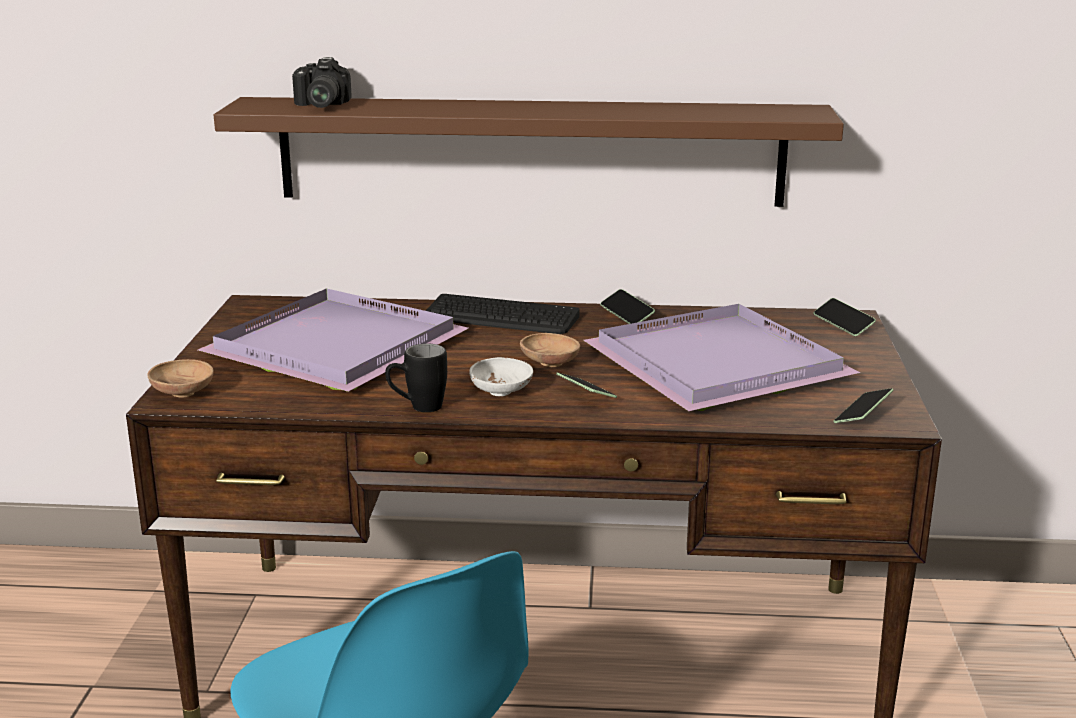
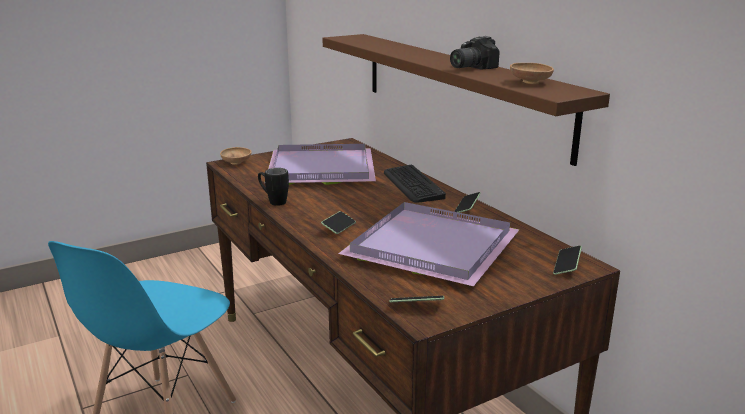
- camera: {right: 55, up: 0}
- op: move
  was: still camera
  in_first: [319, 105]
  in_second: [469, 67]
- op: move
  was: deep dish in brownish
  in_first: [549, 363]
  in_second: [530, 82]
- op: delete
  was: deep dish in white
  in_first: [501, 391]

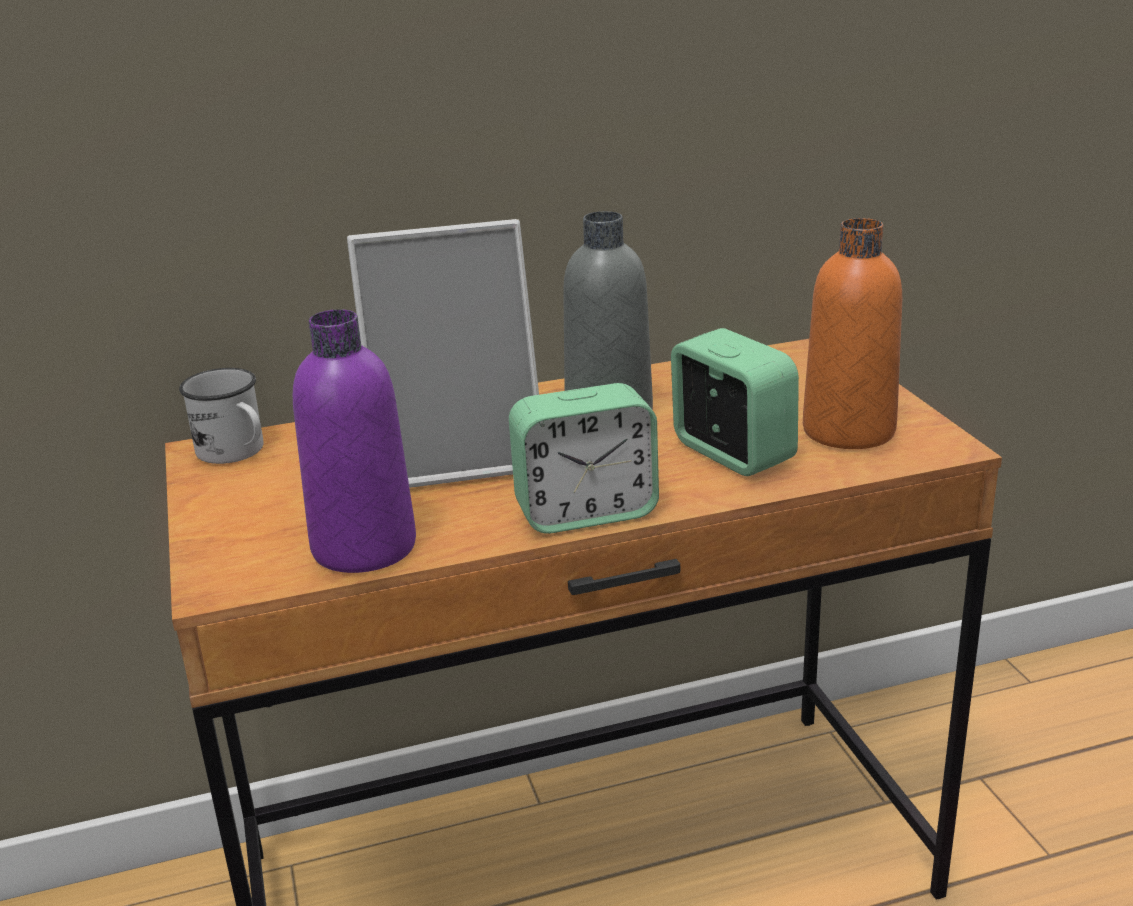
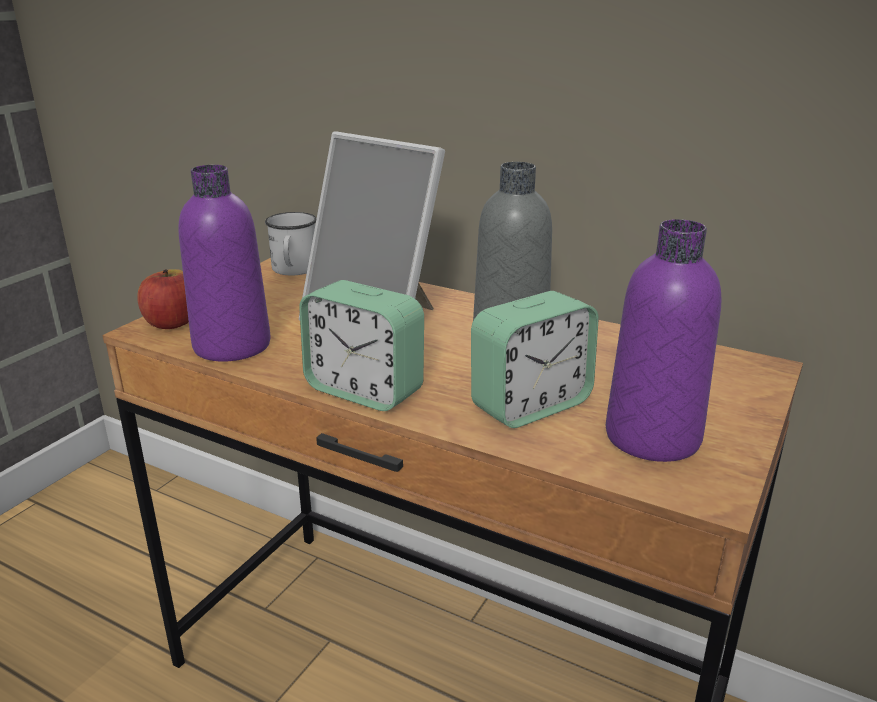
- camera: {right: 45, up: 0}
- op: recolor
  was: bottle in orange
  now: bottle in purple
  in_first: [848, 431]
  in_second: [652, 437]
- op: rotate
  was: bedside clock
  in_first: [732, 453]
  in_second: [531, 405]
  clockwise: 45
- op: insert
  now: whole apple
  in_second: [172, 323]

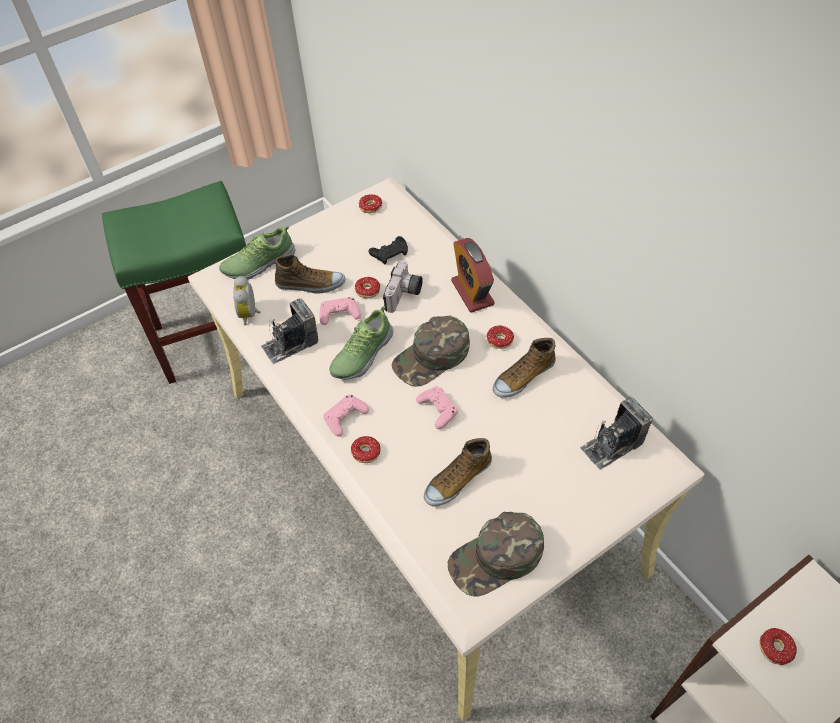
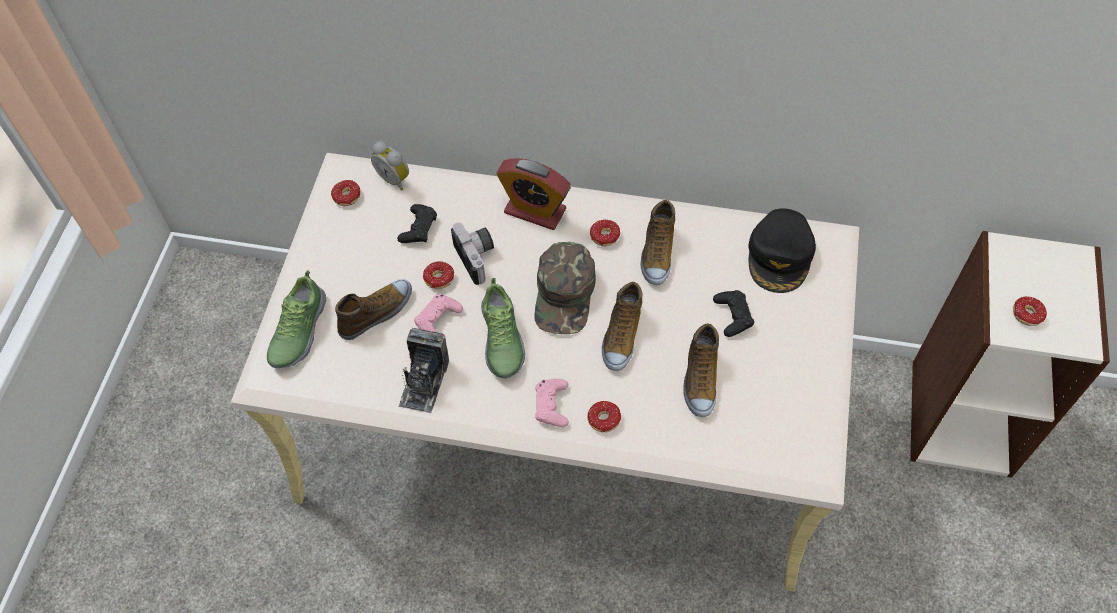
- camera: {right: -45, up: 5}
- op: delete
  was: sitting stool in greenish
  in_first: [214, 337]
- op: move
  was: bedside clock
  in_first: [250, 314]
  in_second: [395, 179]
- op: replace
  was: game controller in pinkish
  now: low shoe
  in_first: [438, 410]
  in_second: [621, 335]
- op: replace
  was: still camera
  now: baseball cap in blackish
  in_first: [612, 445]
  in_second: [780, 256]
- op: delete
  was: baseball cap in greenish
  in_first: [496, 558]
- op: insert
  now: game controller in blackish
  in_second: [733, 316]

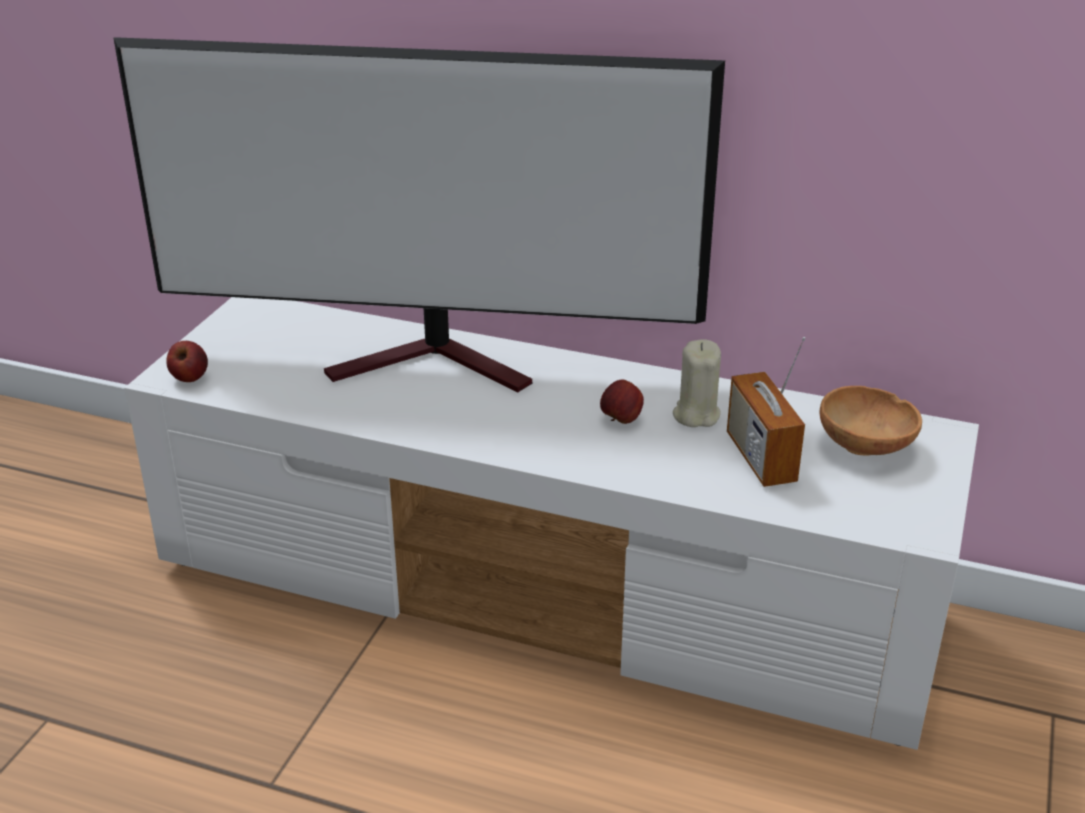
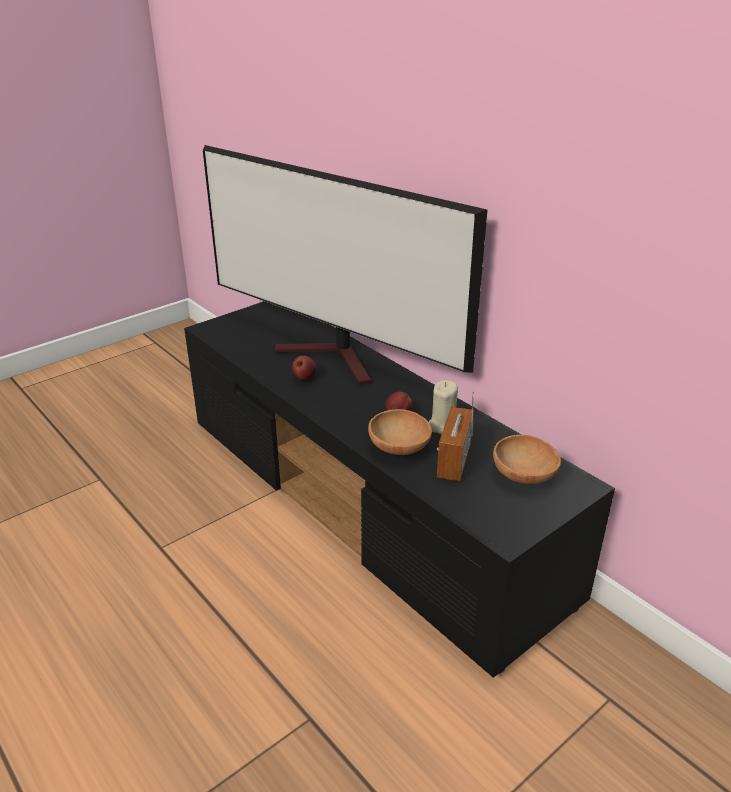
- camera: {right: 30, up: 0}
- op: recolor
  was: tv unit in white
  now: tv unit in blackish
  in_first: [548, 590]
  in_second: [368, 506]
- op: move
  was: whole apple
  in_first: [189, 378]
  in_second: [304, 378]
- op: insert
  now: deep dish in brownish
  in_second: [400, 449]

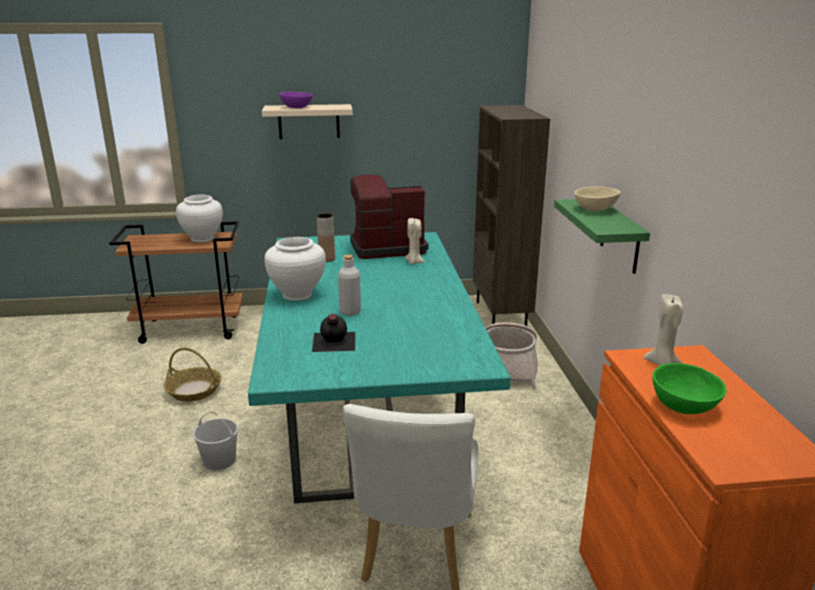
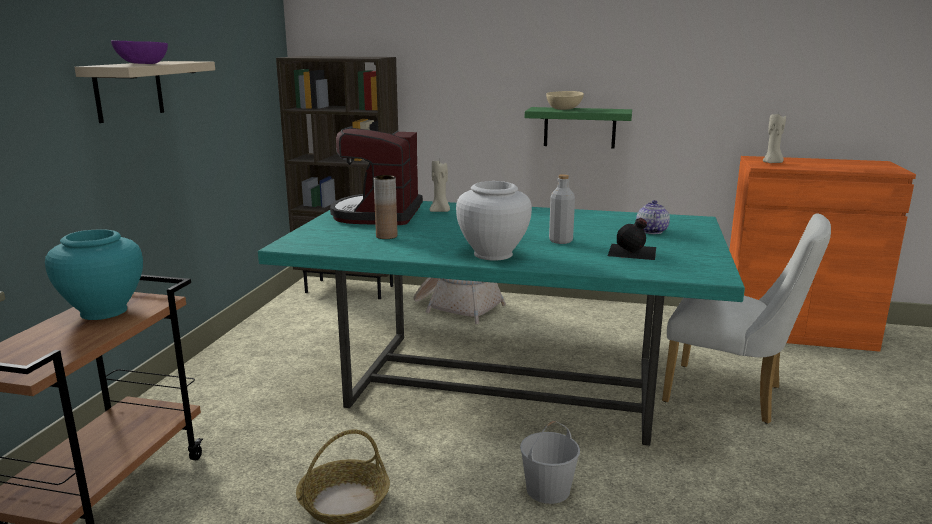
- camera: {right: -70, up: -5}
- op: recolor
  was: decorative vase in white
  now: decorative vase in turquoise-coloured
  in_first: [202, 239]
  in_second: [104, 311]
- op: delete
  was: deep dish in greenish
  in_first: [682, 405]
- op: insert
  now: tea pot
  in_second: [651, 231]

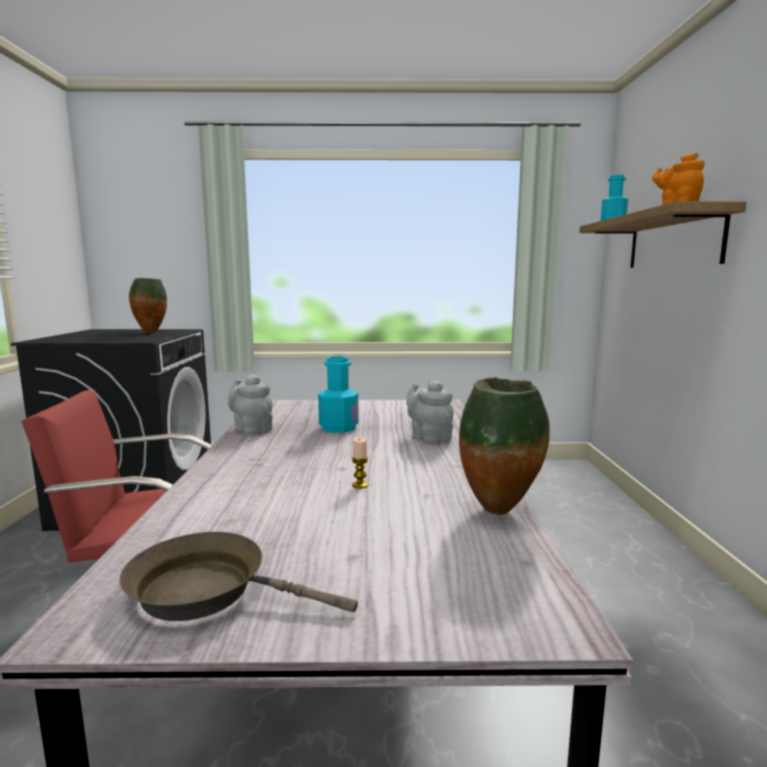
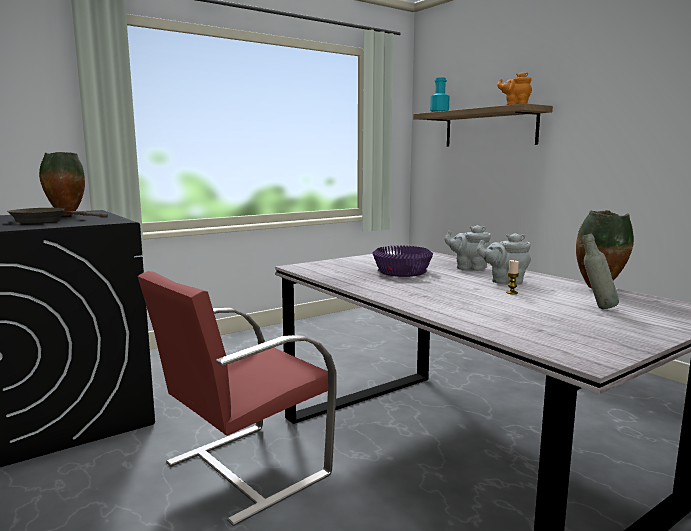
- camera: {right: -35, up: 0}
- op: replace
  was: bottle in turquoise-coloured
  now: deep dish in purple
  in_first: [338, 428]
  in_second: [401, 272]
- op: move
  was: tea pot in grey
  in_first: [251, 429]
  in_second: [504, 281]
- op: move
  was: skillet in brownish
  in_first: [209, 591]
  in_second: [44, 220]
- op: insert
  now: bottle in grey
  in_second: [597, 308]

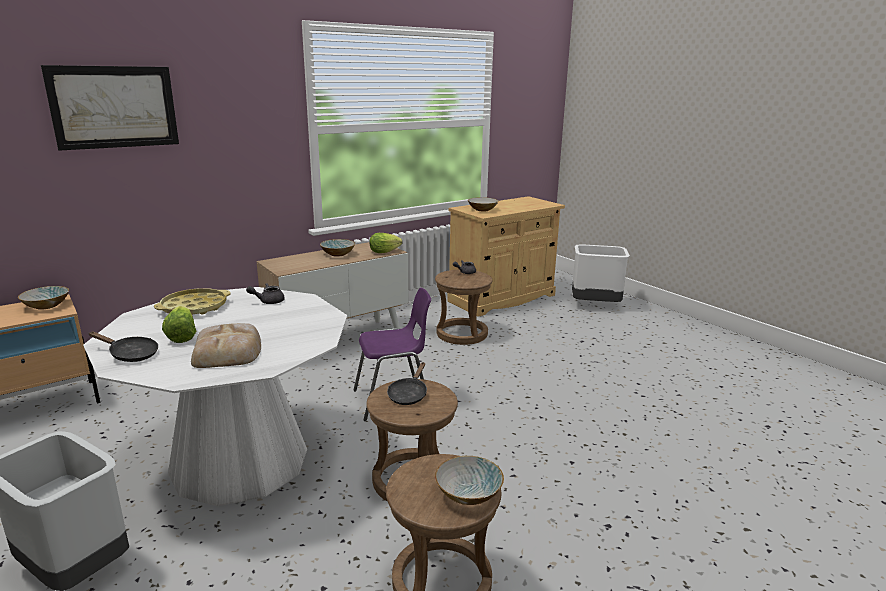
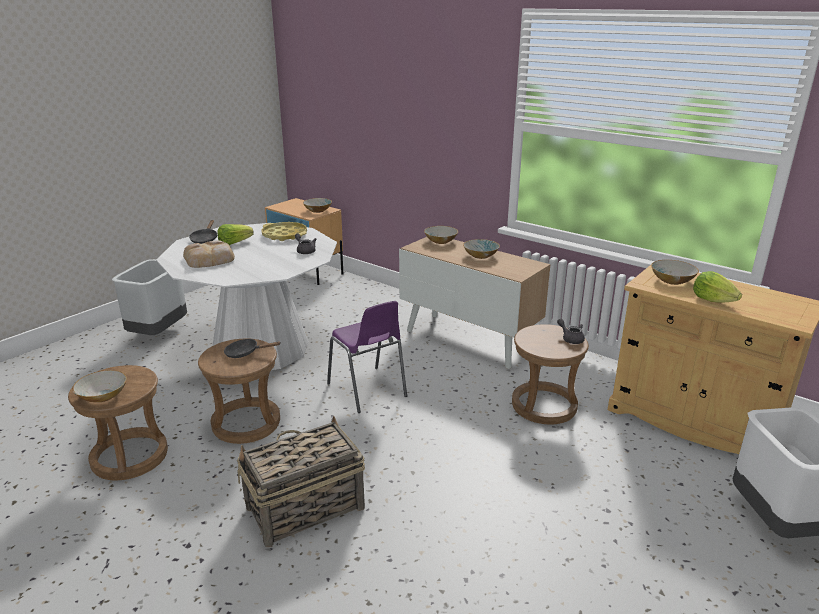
- camera: {right: 75, up: 5}
- op: delete
  was: wall picture
  in_first: [114, 107]
- op: move
  was: head of lettuce
  in_first: [384, 252]
  in_second: [712, 300]
- op: insert
  now: deep dish
  in_second: [440, 241]
- op: insert
  now: household basket
  in_second: [304, 508]

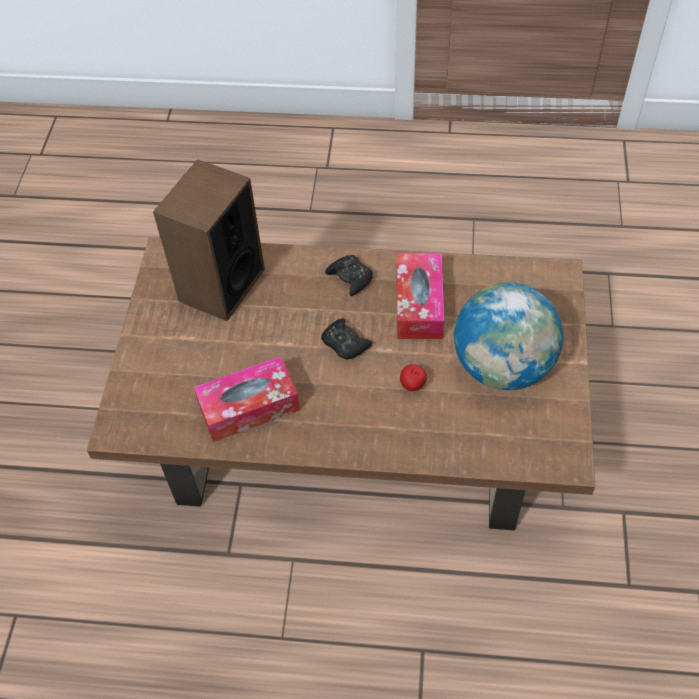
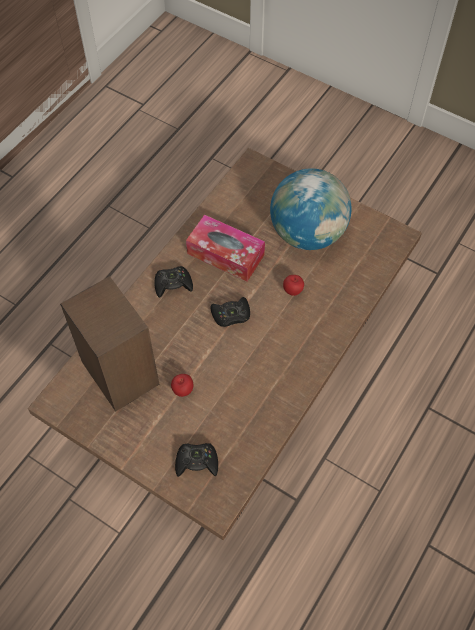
- camera: {right: -65, up: 5}
- op: delete
  was: tissue holder
  in_first: [249, 407]
- op: insert
  now: whole apple
  in_second: [183, 390]
- op: insert
  now: game controller in blackish
  in_second: [197, 462]

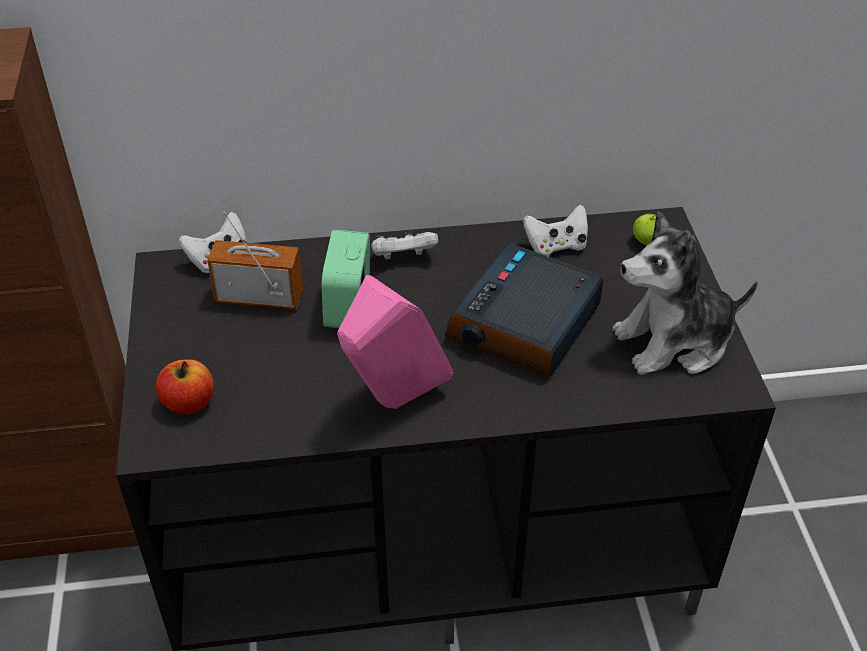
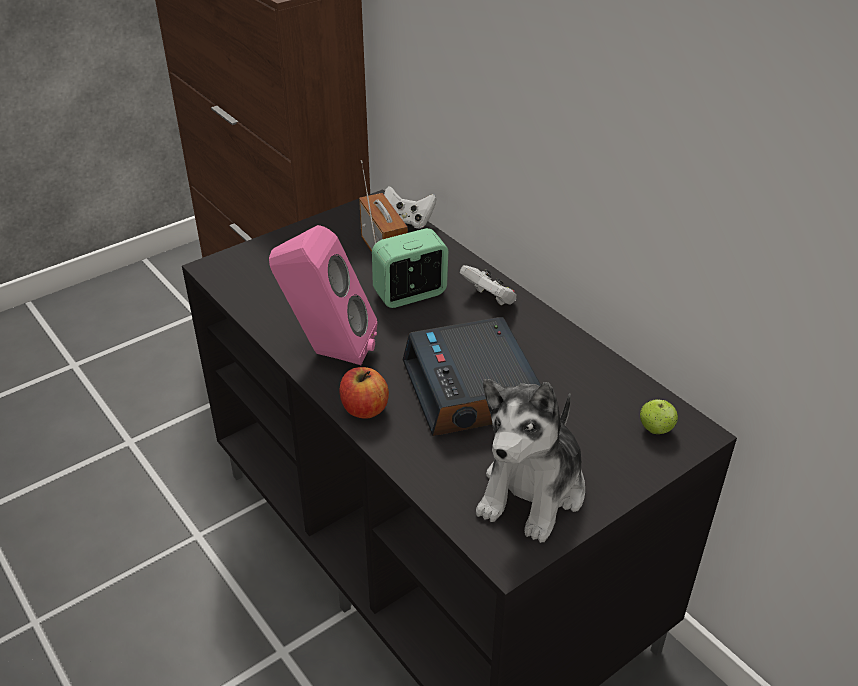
- camera: {right: 60, up: -5}
- op: delete
  was: game controller in white
  in_first: [556, 246]
- op: rotate
  was: soft toy
  in_first: [674, 342]
  in_second: [533, 491]
  clockwise: -105
- op: rotate
  was: bedside clock
  in_first: [524, 324]
  in_second: [472, 389]
  clockwise: -105
- op: move
  was: whole apple
  in_first: [189, 403]
  in_second: [364, 409]

